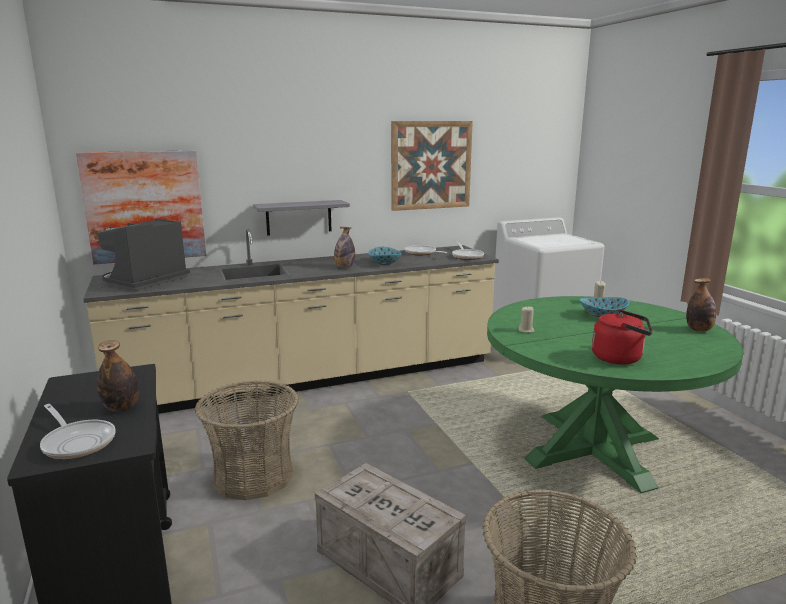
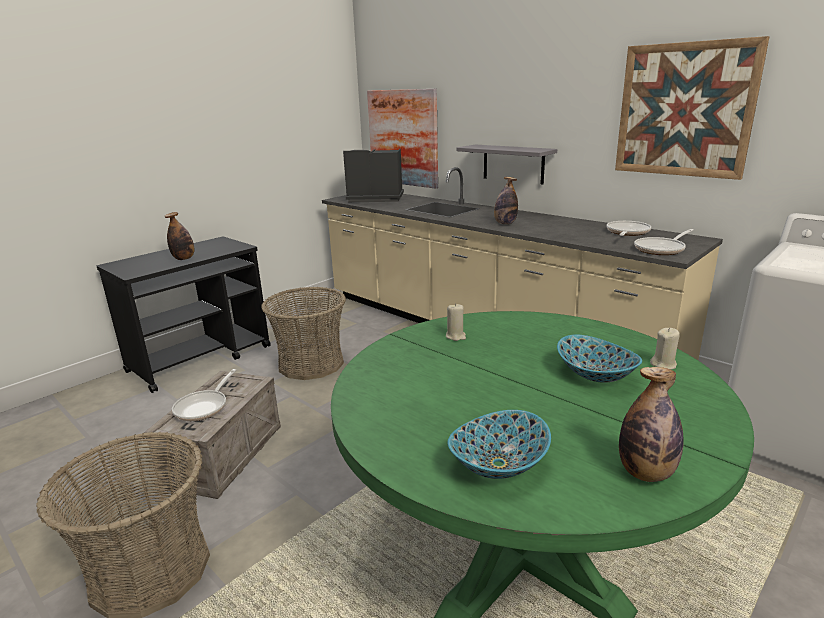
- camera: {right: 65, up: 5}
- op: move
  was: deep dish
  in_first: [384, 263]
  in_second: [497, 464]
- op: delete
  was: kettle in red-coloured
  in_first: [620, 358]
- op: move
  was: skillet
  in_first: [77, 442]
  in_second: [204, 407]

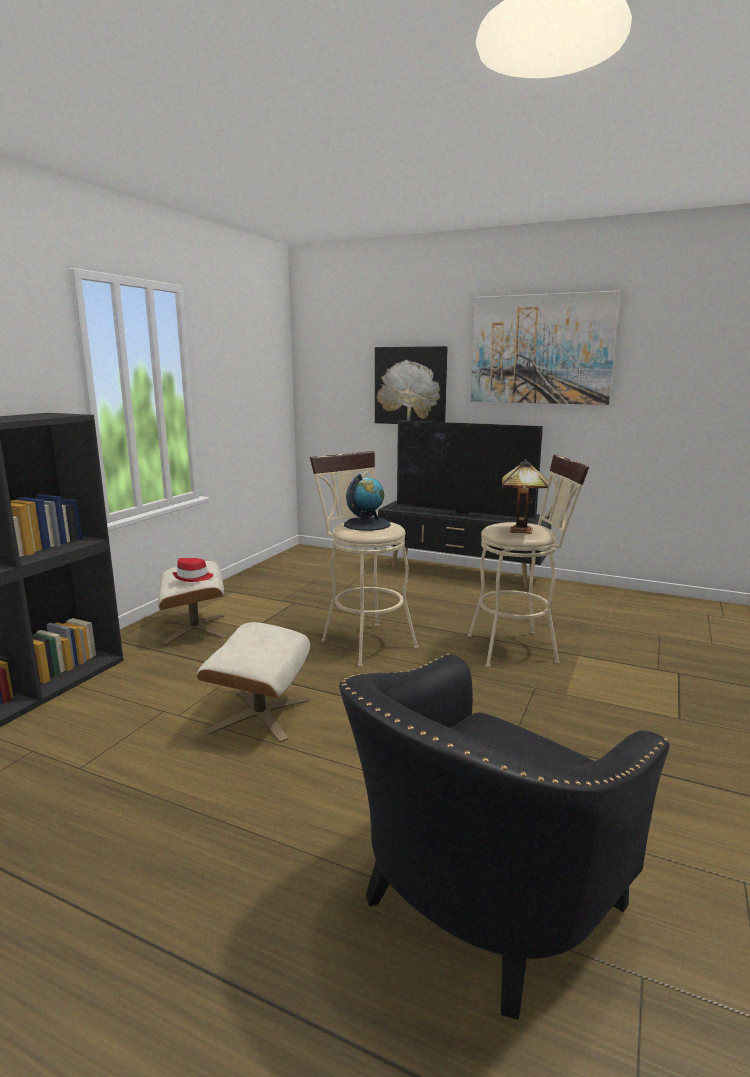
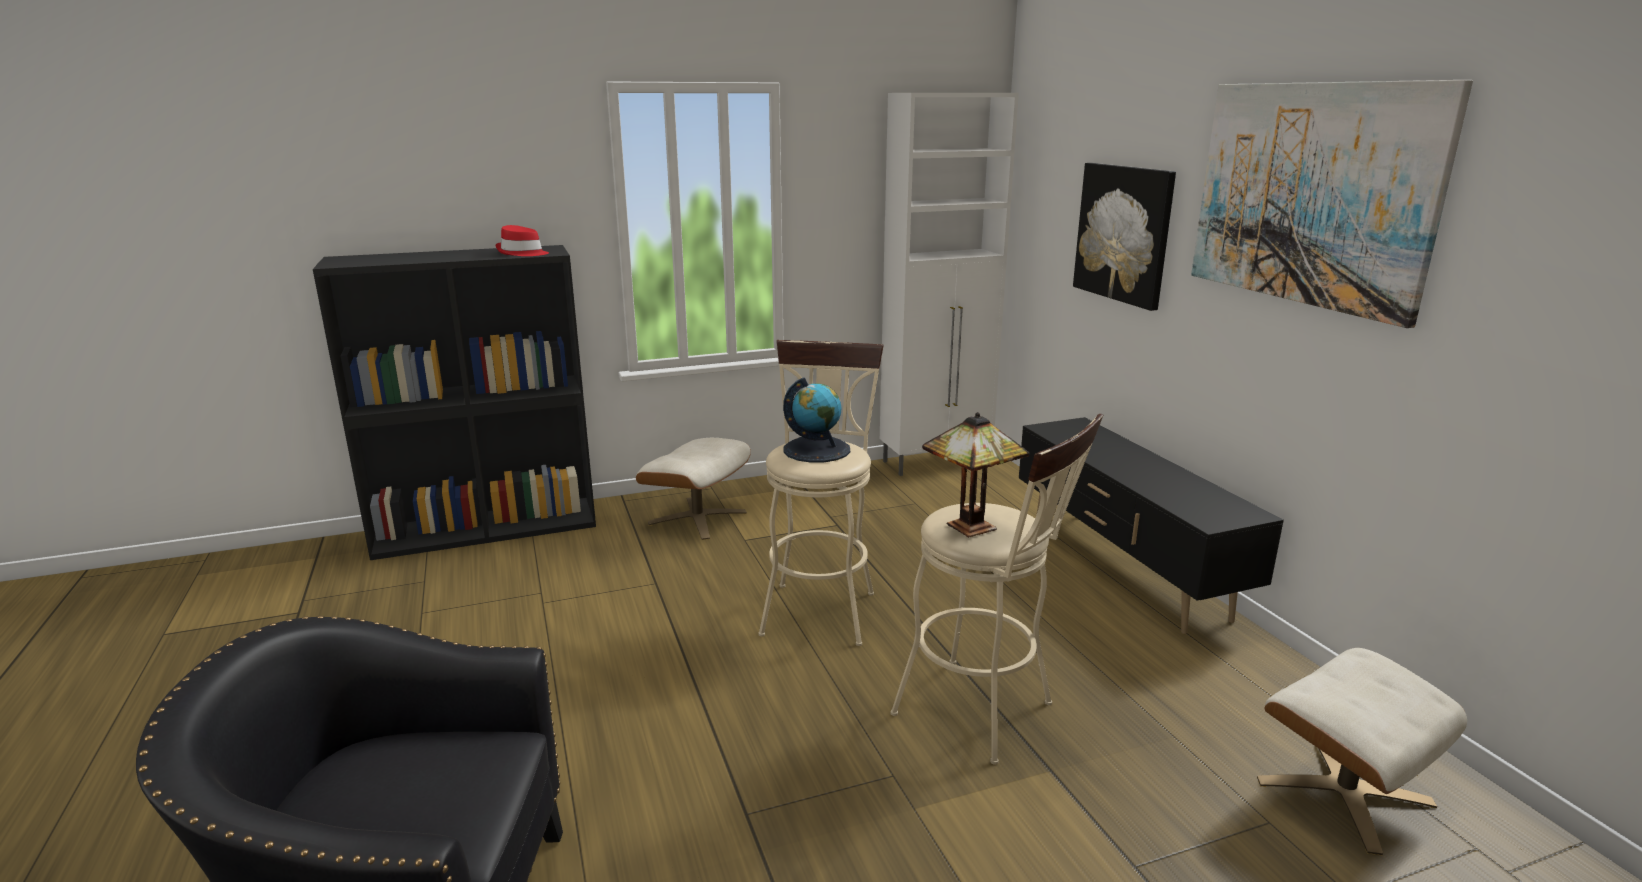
- camera: {right: 45, up: 5}
- op: delete
  was: TV
  in_first: [463, 514]
- op: move
  was: wearable hat in red-coloured
  in_first: [193, 577]
  in_second: [522, 253]
- op: move
  was: pouffe in sand-coloured
  in_first: [259, 715]
  in_second: [1343, 792]
- op: insert
  now: cabinet in white
  in_second: [936, 462]

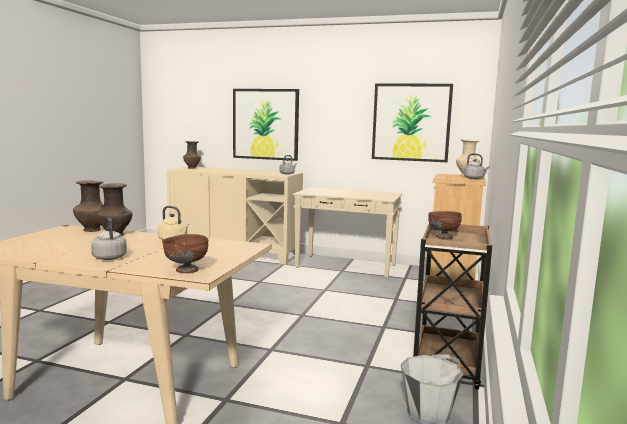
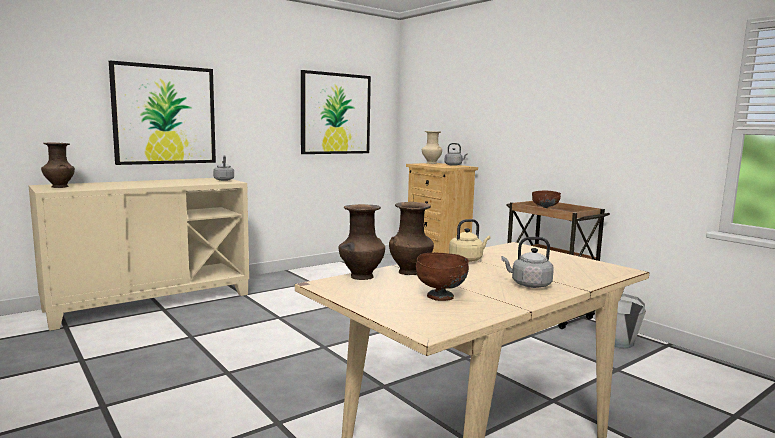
- camera: {right: -55, up: 0}
- op: delete
  was: narrow table in sand-coloured
  in_first: [347, 266]
- op: move
  was: deep dish in brownish
  in_first: [186, 270]
  in_second: [441, 297]

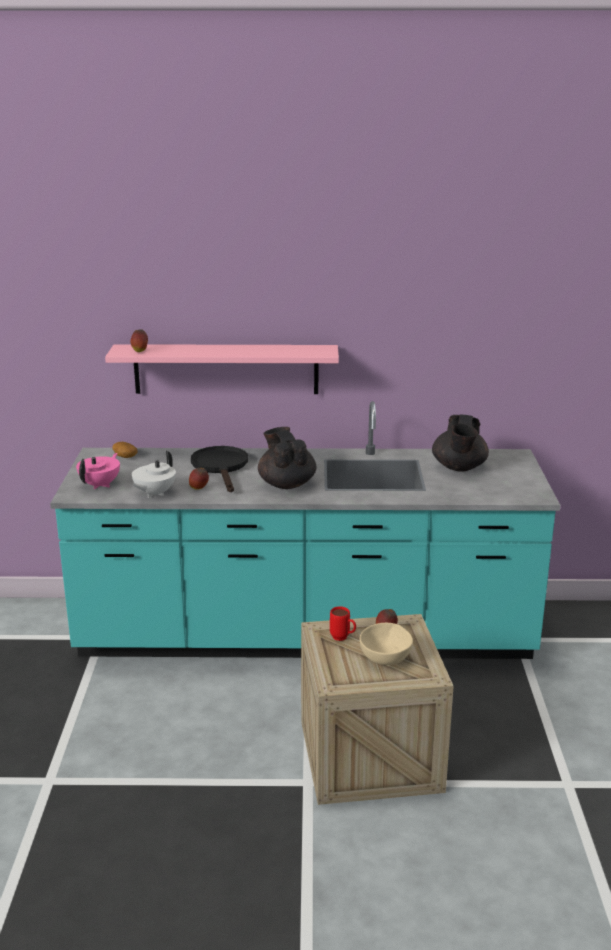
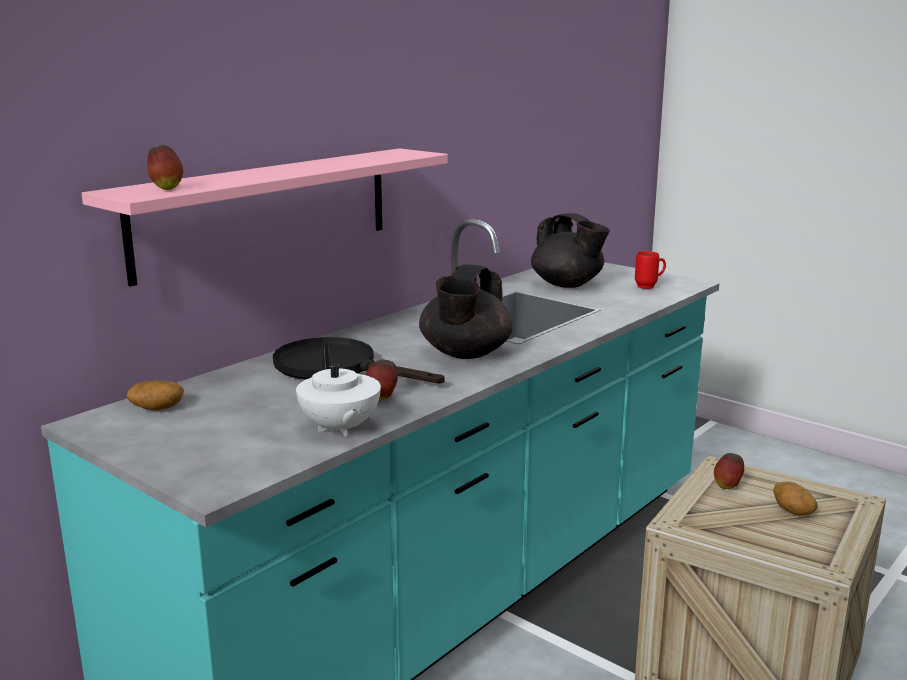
- camera: {right: -50, up: -5}
- op: rotate
  was: tea pot in blackish
  in_first: [286, 484]
  in_second: [465, 354]
  clockwise: -90
- op: delete
  was: tea pot in pinkish
  in_first: [100, 485]
- op: move
  was: mug in red-coloured
  in_first: [343, 638]
  in_second: [650, 286]
- op: replace
  was: deep dish in sand-coloured
  now: spud
  in_first: [386, 658]
  in_second: [792, 509]

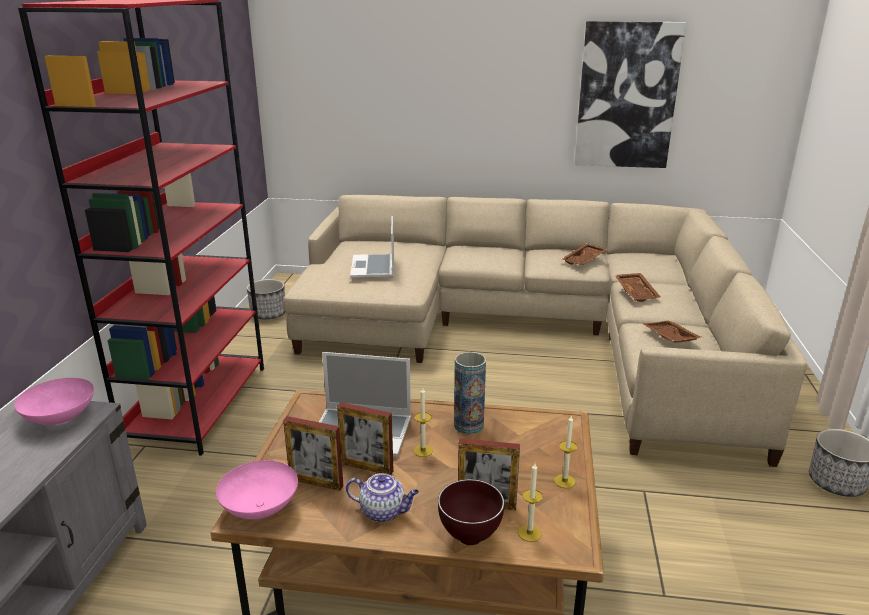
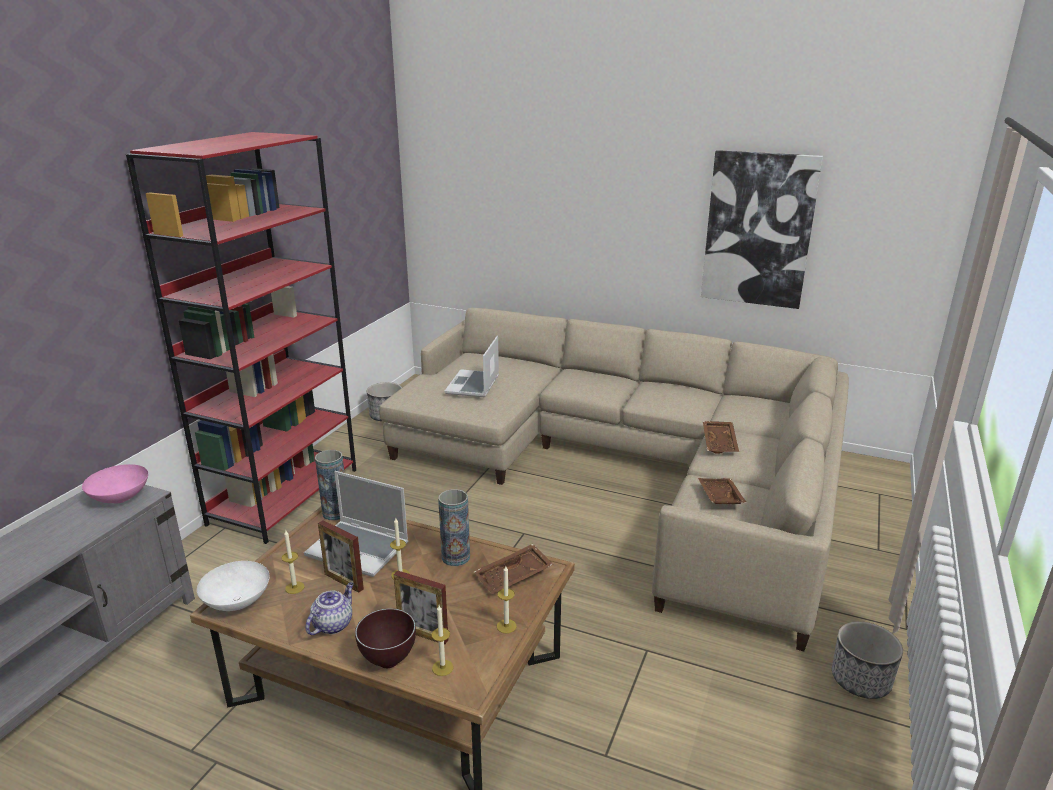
- camera: {right: 15, up: 0}
- op: move
  was: tray in brownish
  in_first: [584, 260]
  in_second: [514, 577]
- op: replace
  was: standing frame
  now: wax light
  in_first: [316, 482]
  in_second: [294, 587]
- op: recolor
  was: deep dish in pinkish
  now: deep dish in white
  in_first: [259, 508]
  in_second: [237, 601]
- op: rotate
  was: tea pot
  in_first: [384, 512]
  in_second: [333, 624]
  clockwise: -90
- op: insert
  now: decorative vase
  in_second: [335, 513]

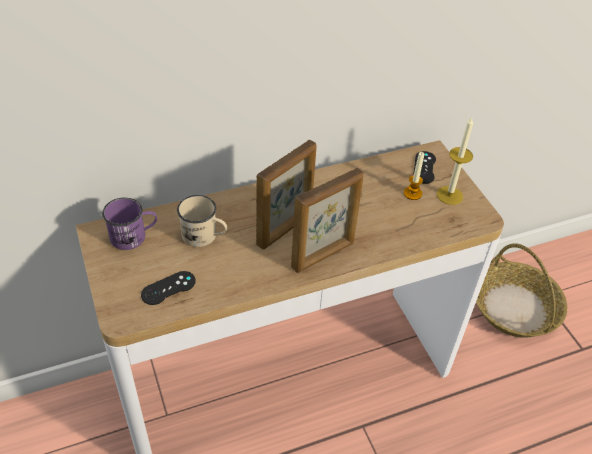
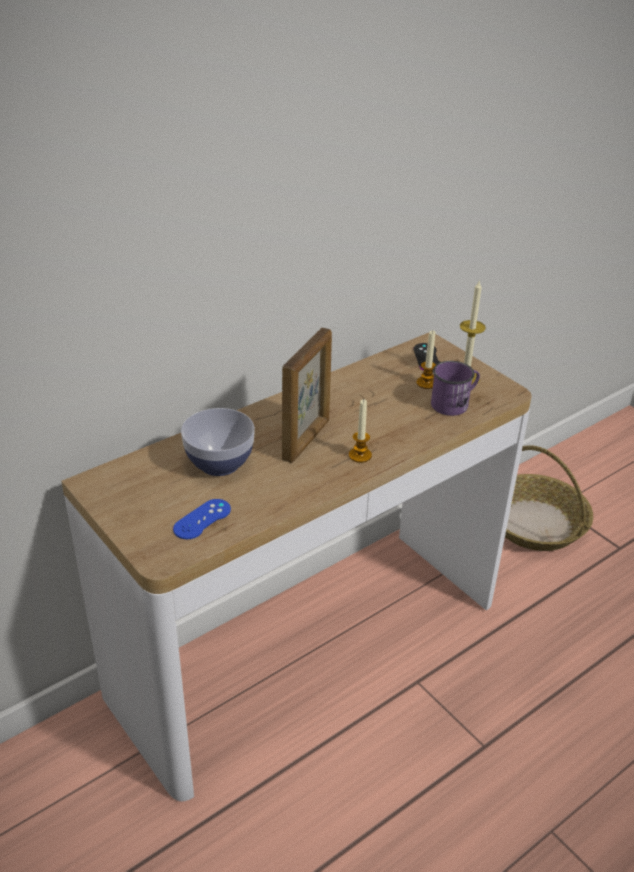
- camera: {right: -15, up: -10}
- op: replace
  was: standing frame
  now: wax light
  in_first: [323, 255]
  in_second: [360, 455]
- op: replace
  was: mug in sand-coloured
  now: deep dish
  in_first: [204, 236]
  in_second: [219, 463]
- op: move
  was: mug in purple
  in_first: [134, 236]
  in_second: [454, 403]
- op: recolor
  was: game controller in blackish
  now: game controller in blue-coloured
  in_first: [168, 288]
  in_second: [202, 519]

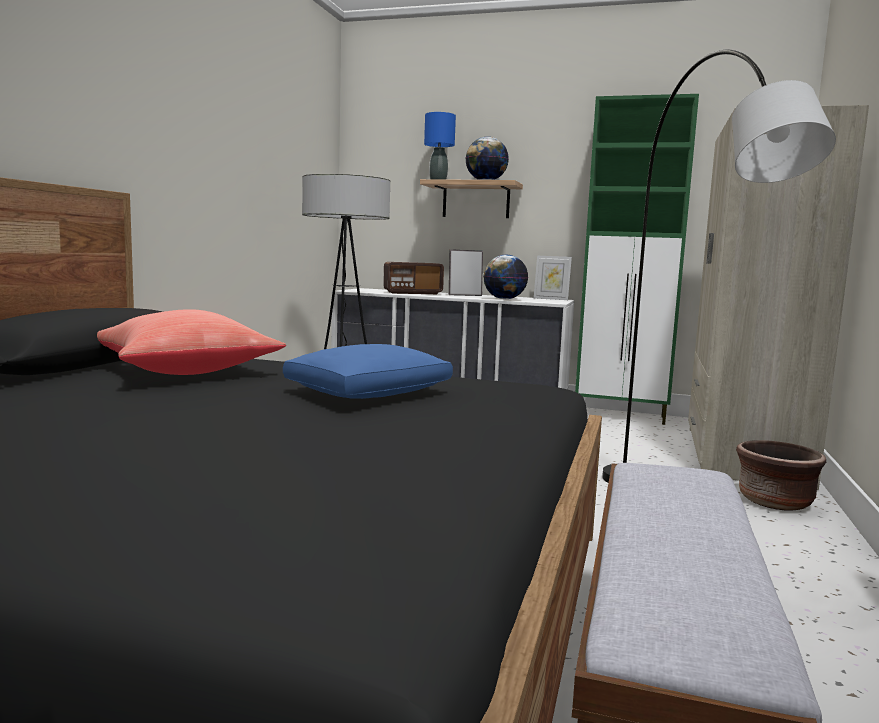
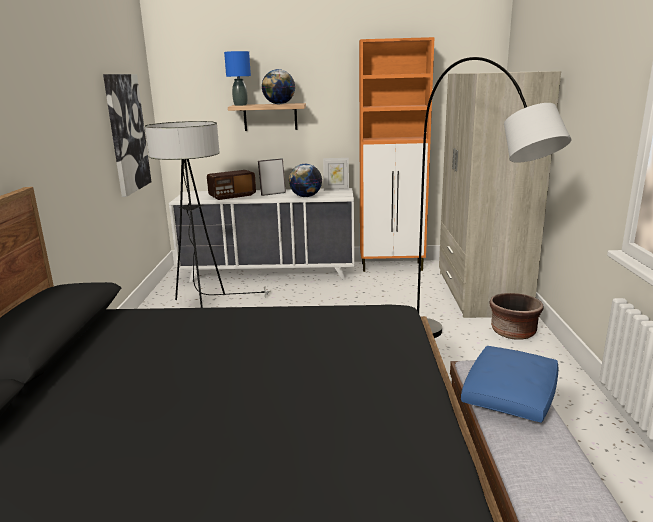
- camera: {right: -15, up: 10}
- op: recolor
  was: cabinet in greenish
  now: cabinet in orange
  in_first: [622, 416]
  in_second: [392, 267]
- op: delete
  was: throw pillow in red-coloured
  in_first: [185, 372]
- op: move
  was: throw pillow in blue-coloured
  in_first: [367, 393]
  in_second: [509, 396]
- op: insert
  now: wall picture
  in_second: [127, 133]

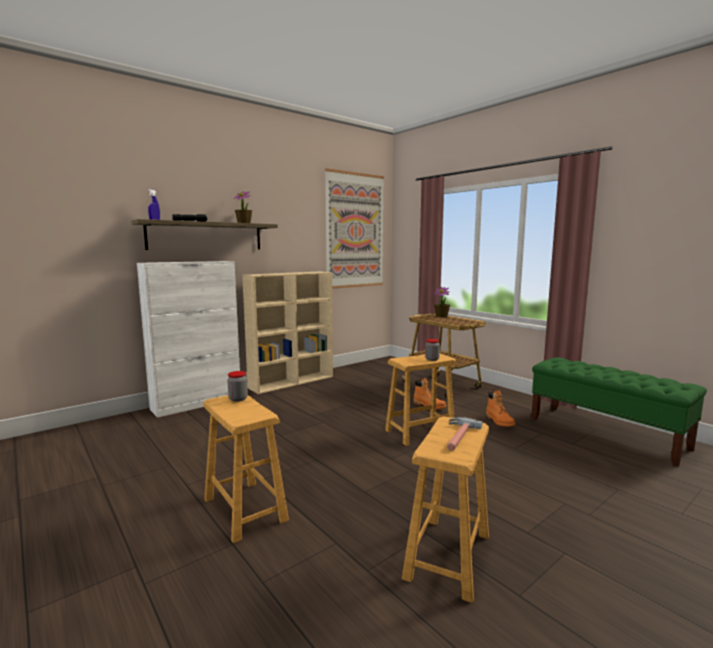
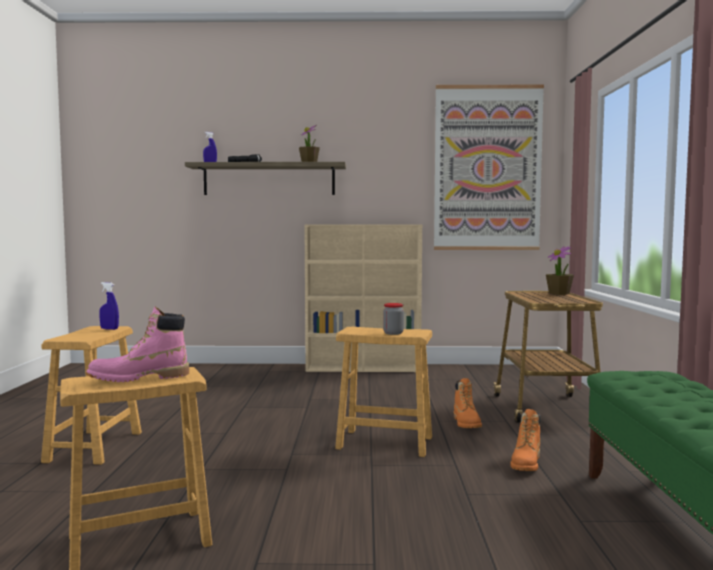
- camera: {right: 40, up: -5}
- op: delete
  was: cabinet in white
  in_first: [197, 403]
- op: replace
  was: jar
  now: sprayer in blue-coloured
  in_first: [238, 399]
  in_second: [109, 329]
- op: replace
  was: hammer
  now: boot in pinkish
  in_first: [458, 436]
  in_second: [139, 378]

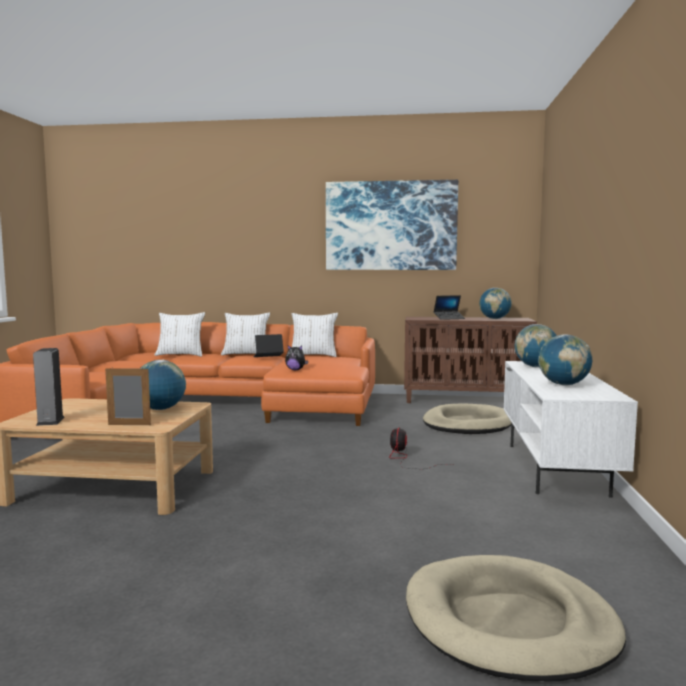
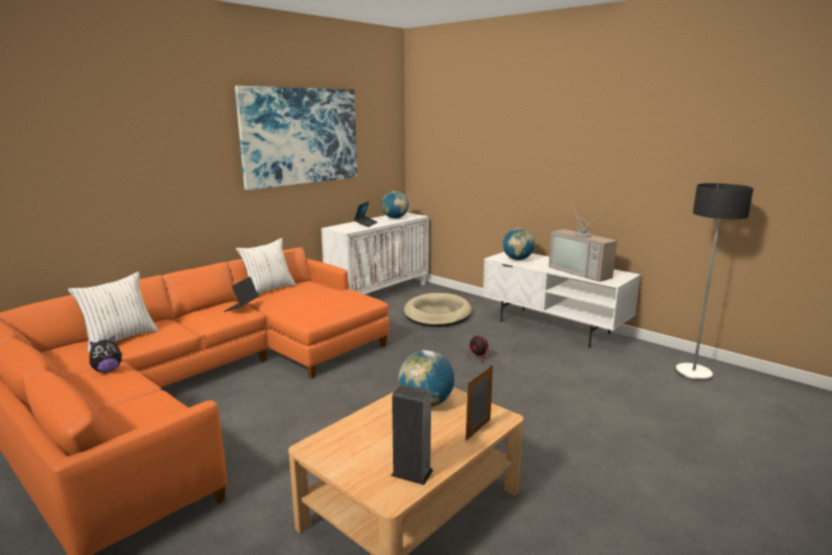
- camera: {right: -55, up: 10}
- op: delete
  was: throw pillow in white
  in_first: [246, 354]
- op: recolor
  was: cabinet in brownish
  now: cabinet in white
  in_first: [466, 400]
  in_second: [379, 293]
- op: replace
  was: globe
  now: TV
  in_first: [563, 384]
  in_second: [582, 272]
- op: move
  was: soft toy
  in_first: [295, 370]
  in_second: [107, 370]
- op: delete
  was: pet bed in sand-coloured
  in_first: [509, 623]
- op: insert
  now: floor lamp
  in_second: [693, 373]

